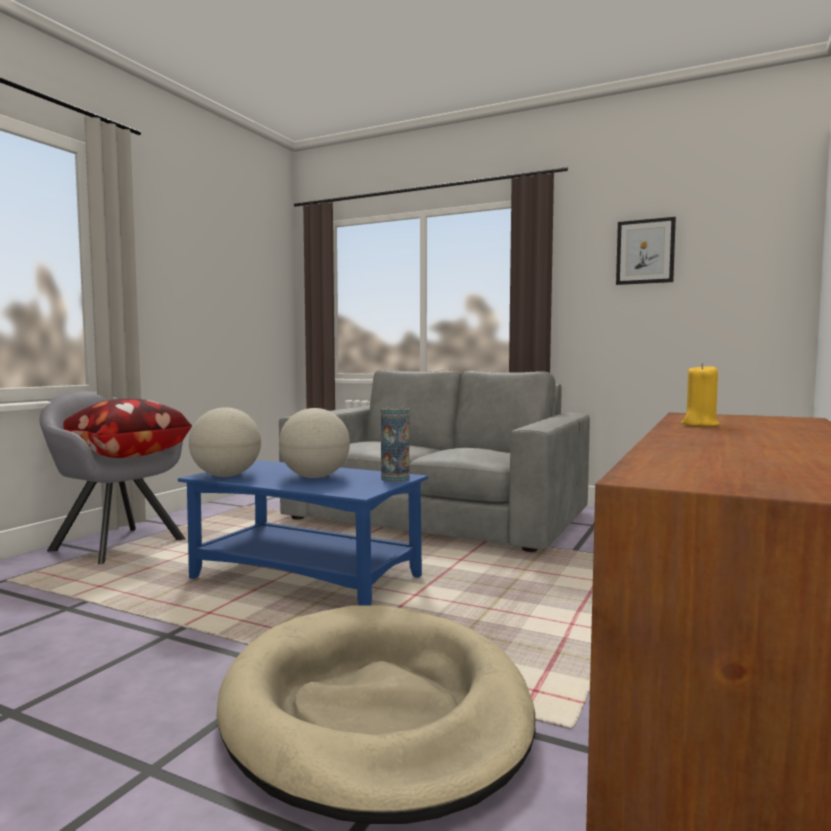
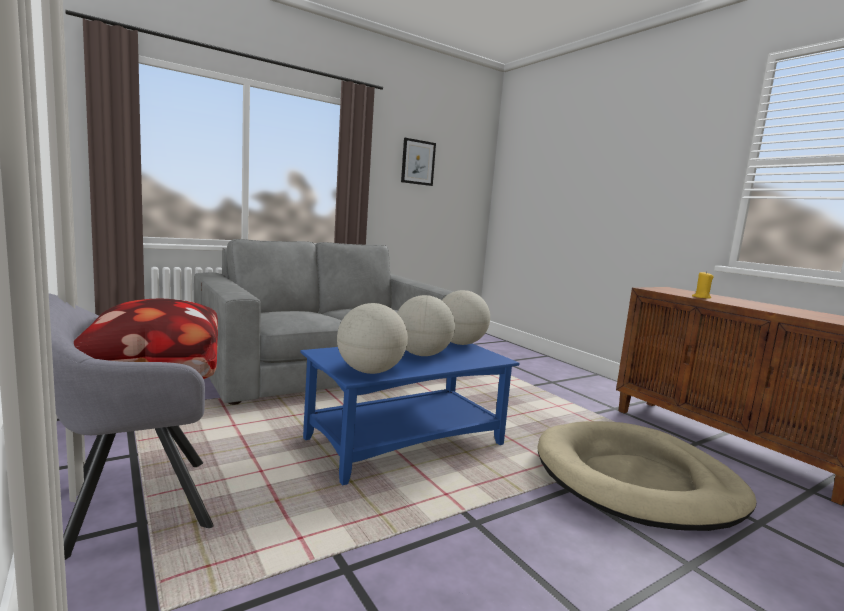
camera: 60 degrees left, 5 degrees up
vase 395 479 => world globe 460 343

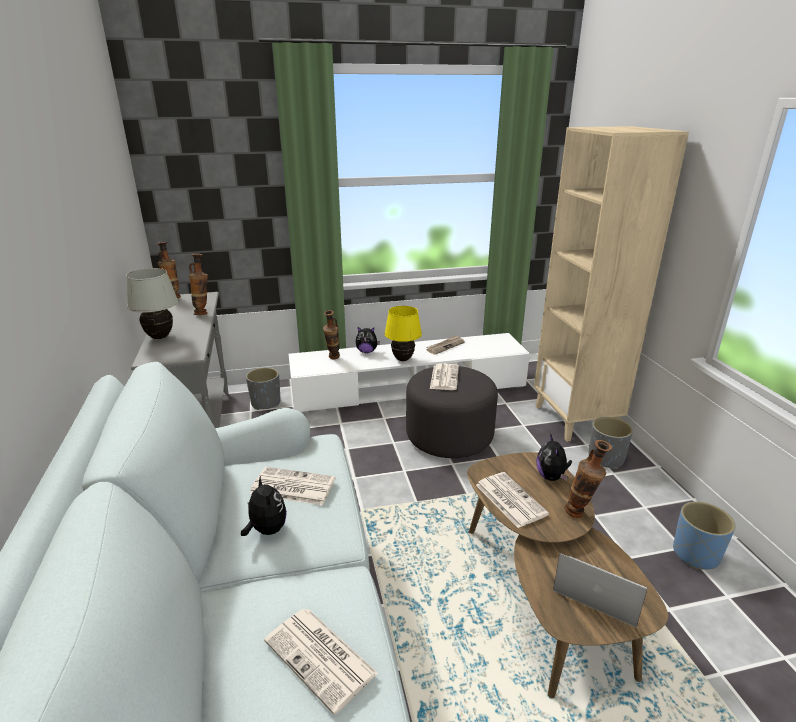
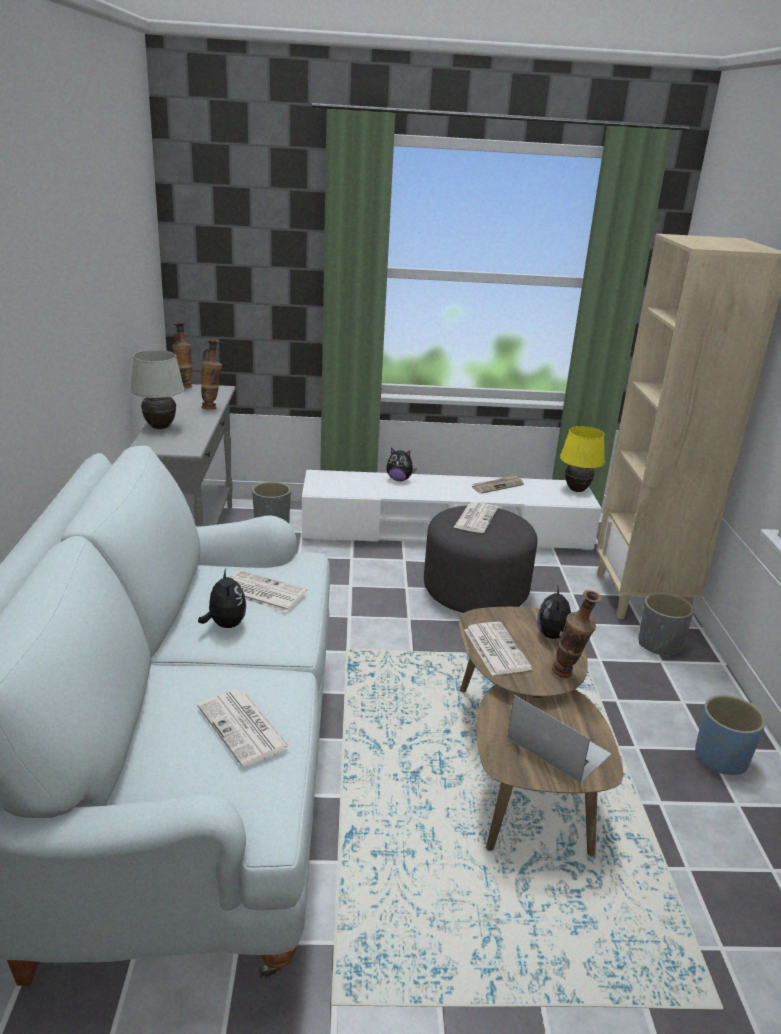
camera: 10 degrees right, 0 degrees up
tabletop lamp in yellowish 403 359 => tabletop lamp in yellowish 577 490, moved
vase 333 358 => nothing

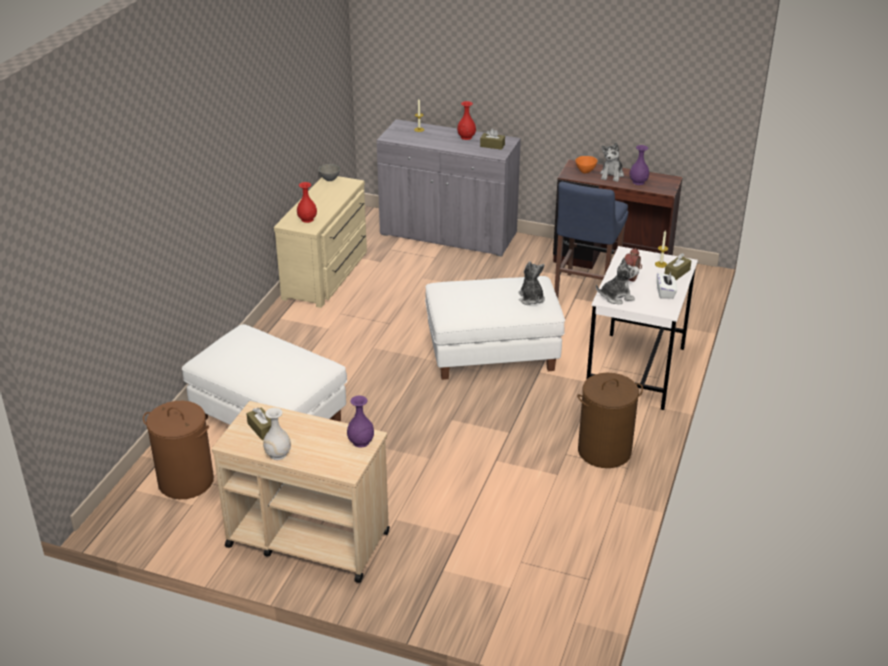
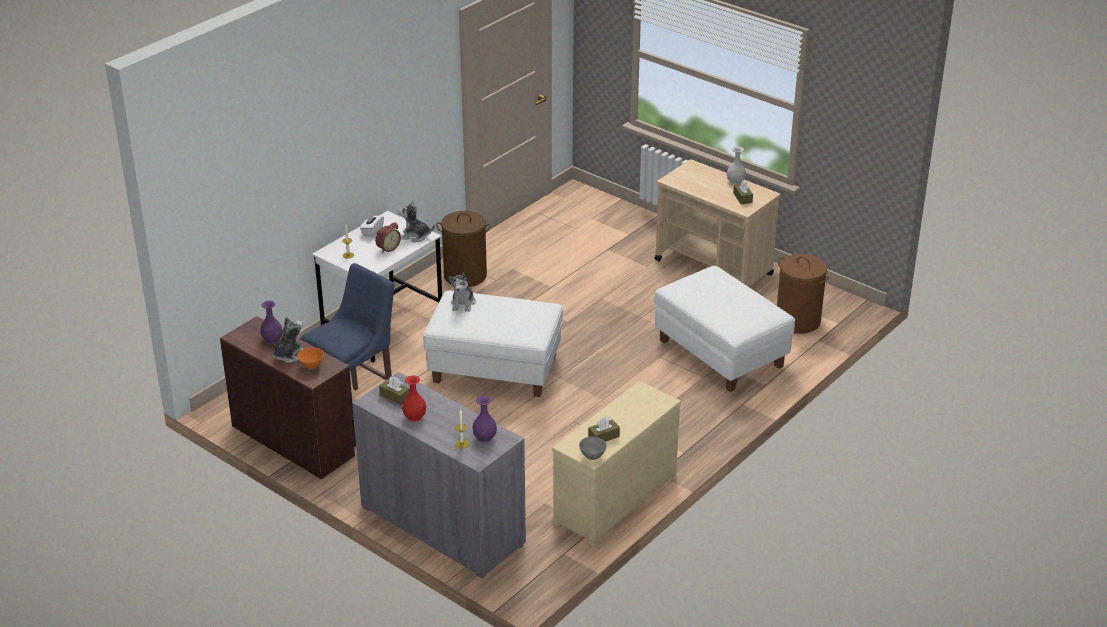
camera: 160 degrees left, 0 degrees up
vase in purple 361 442 => vase in purple 484 437, moved
tissue box in brownish 677 272 => tissue box in brownish 603 437, moved
vase in red-coloured 307 219 => nothing

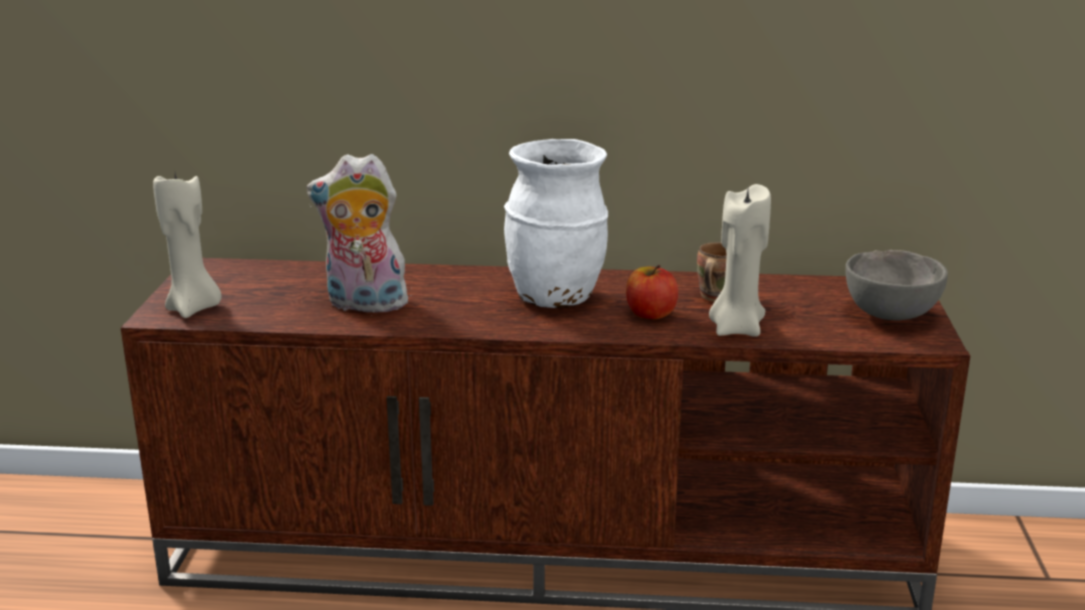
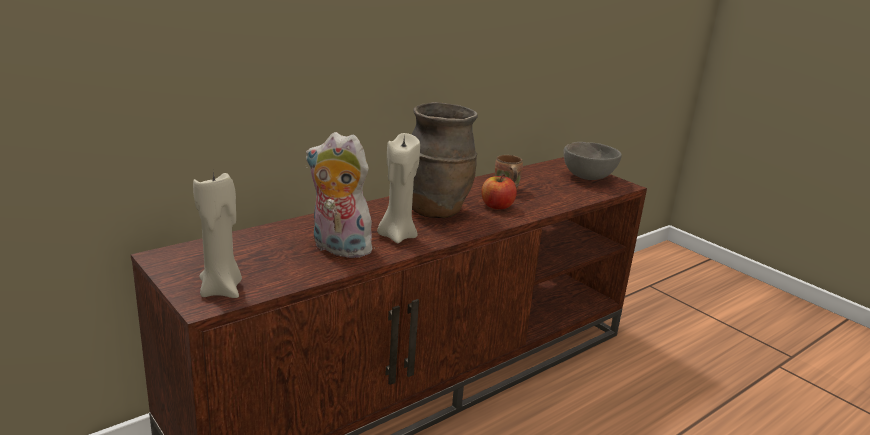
camera: 45 degrees left, 0 degrees up
soft toy 363 305 => soft toy 338 248, 60 degrees clockwise
wax candle in beige 736 329 => wax candle in beige 397 236, moved
vase in whitish 556 298 => vase in brownish 436 211

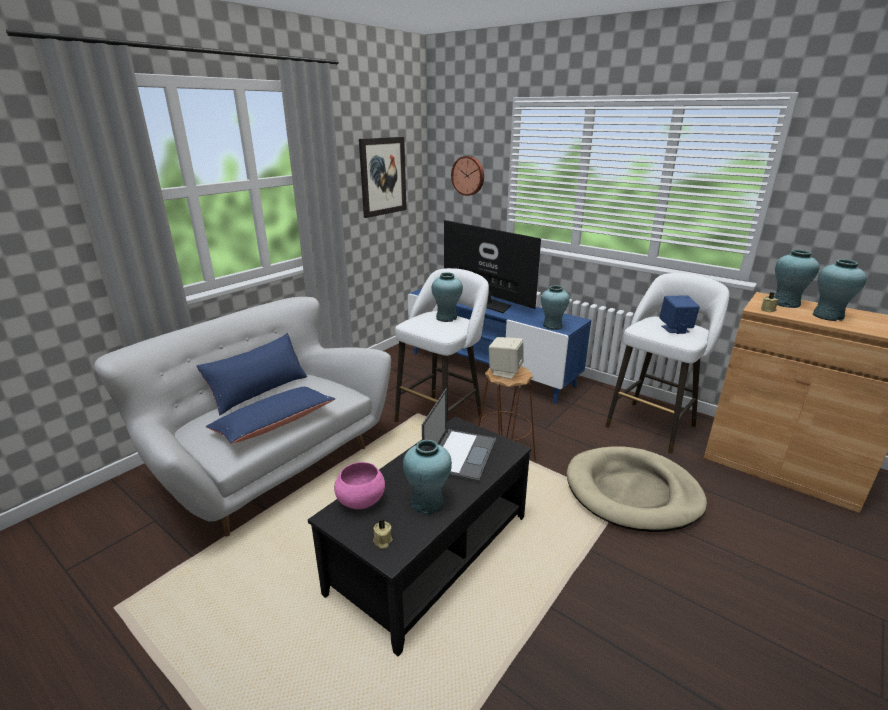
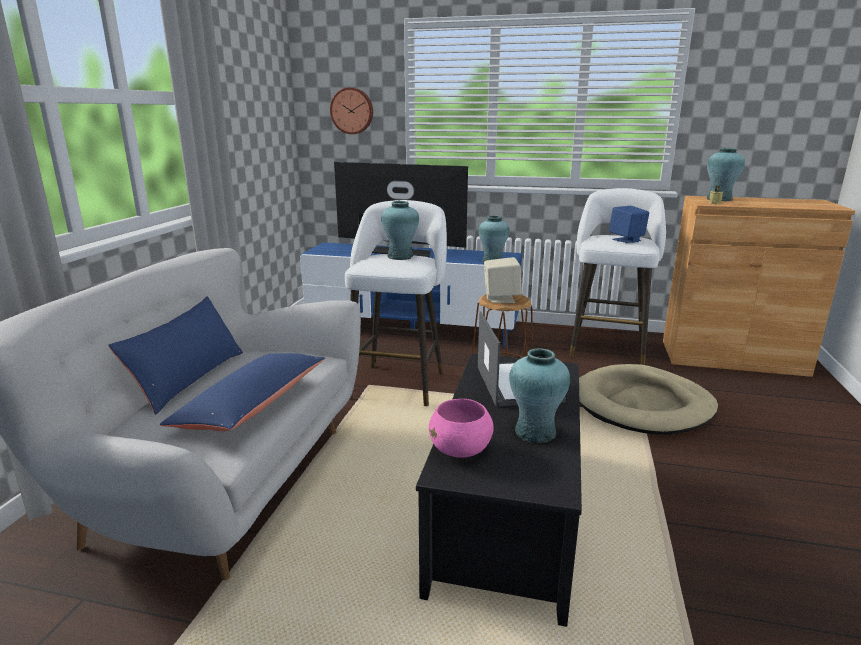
camera: 25 degrees left, 5 degrees down
picture 383 176 => nothing
wax candle in beige 382 541 => nothing
vase in turquoise-coloured 828 316 => nothing

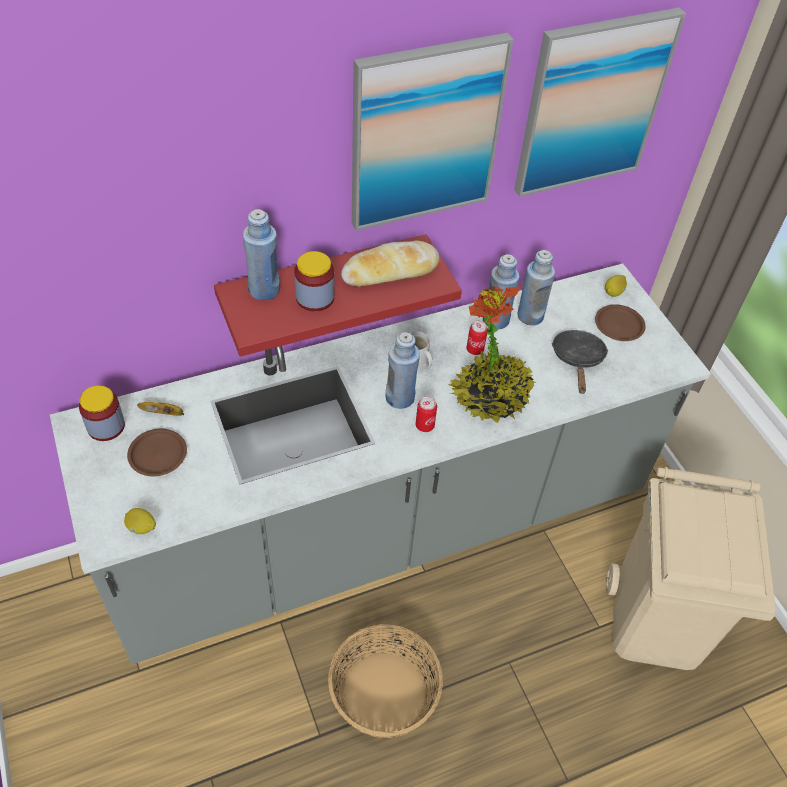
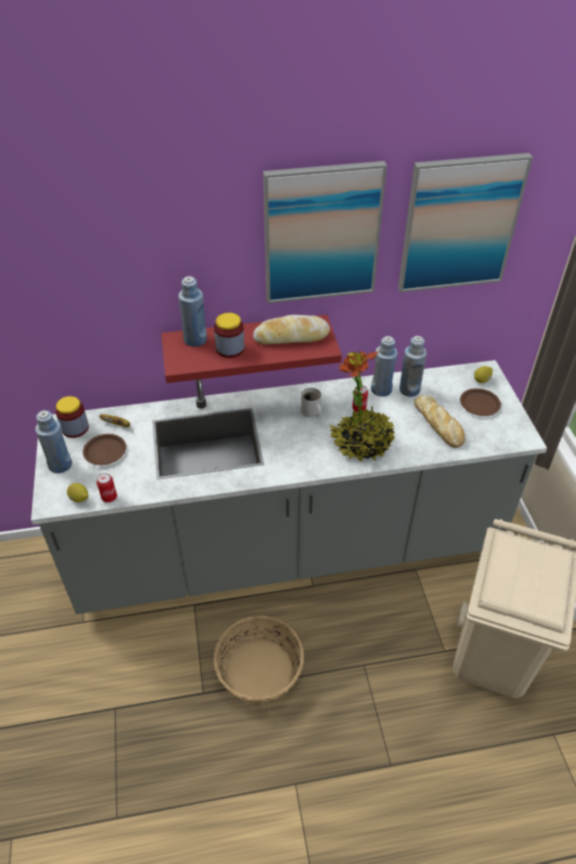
camera: 15 degrees right, 5 degrees down
bottle in bluish 400 398 => bottle in bluish 60 465, moved
can 424 425 => can 109 497, moved
skillet in blackish 577 360 => baked bread 439 425

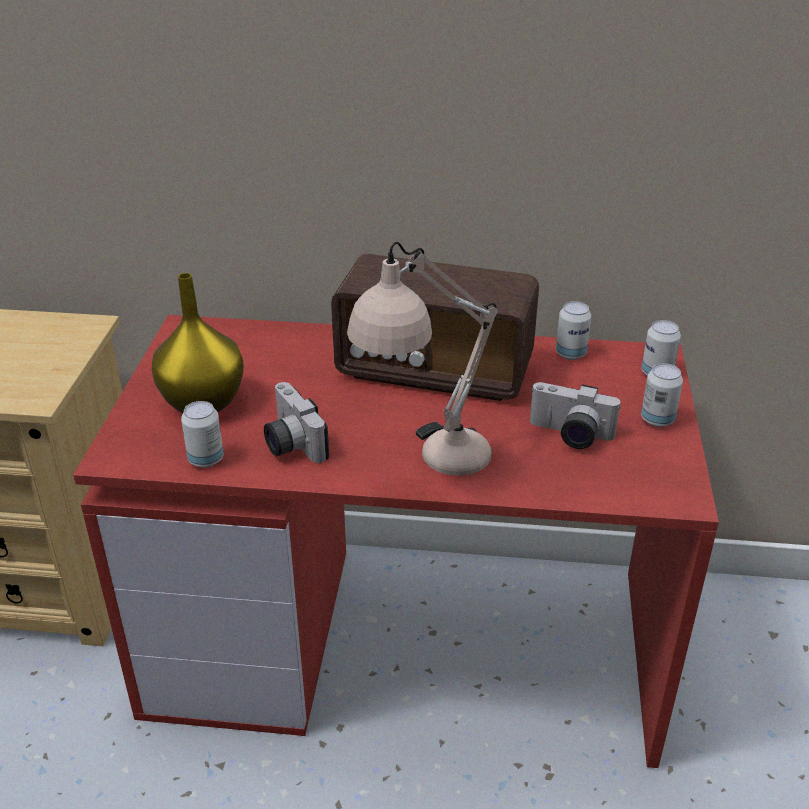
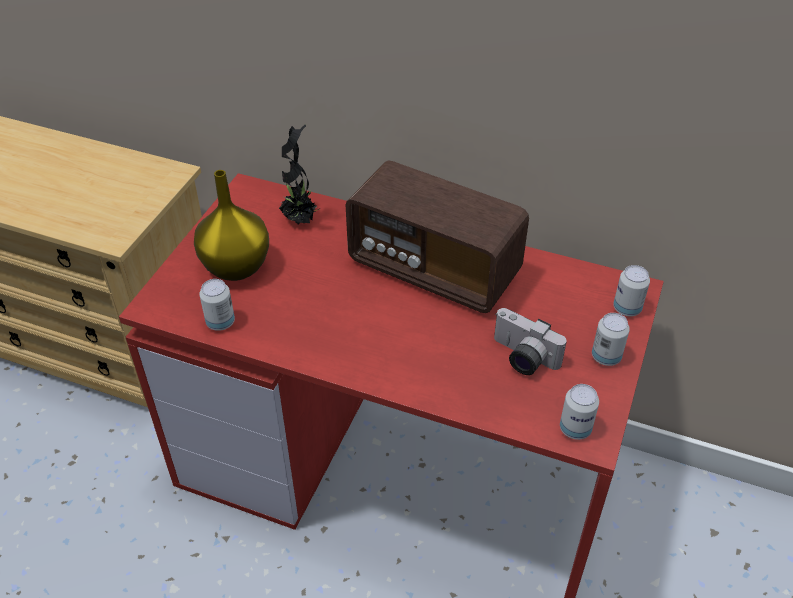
camera: 15 degrees right, 10 degrees up
nothing => plant in a pot 300 220
can 570 354 => can 575 429, moved
still camera 290 443 => nothing
tabletop lamp in beige 425 467 => nothing

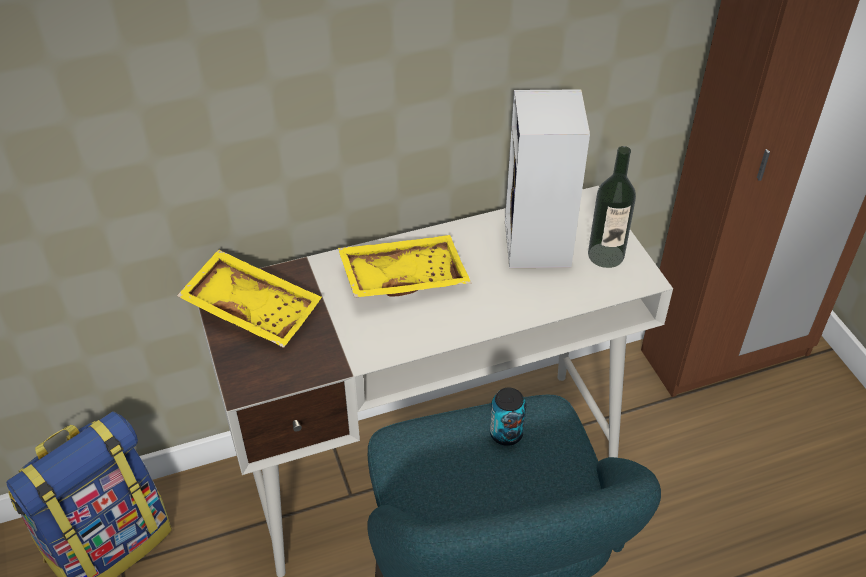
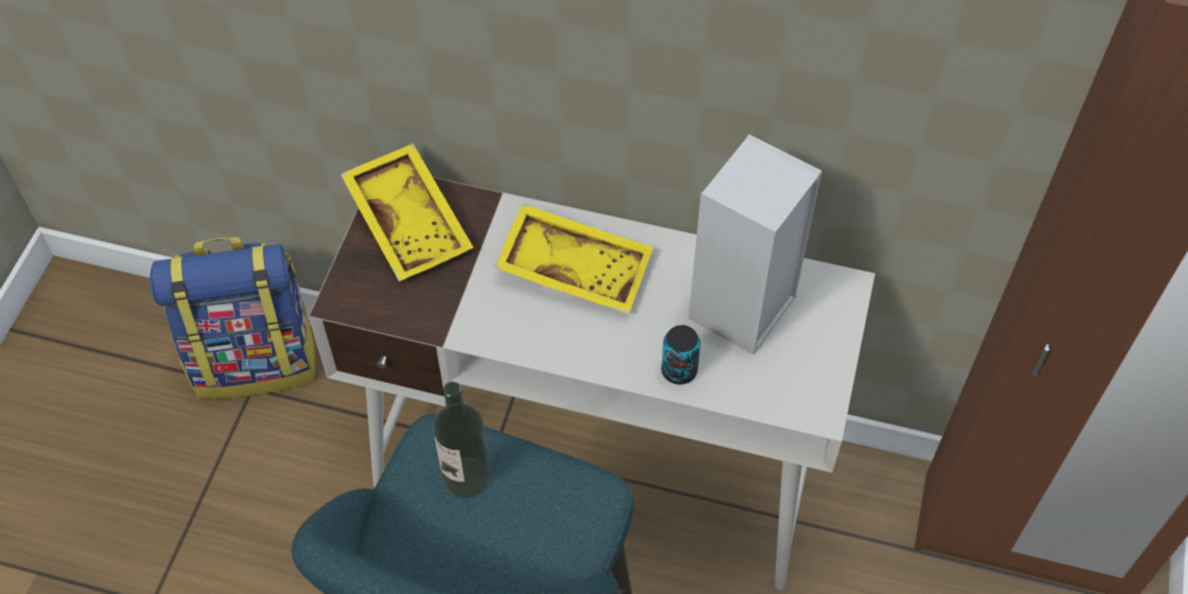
camera: 35 degrees right, 10 degrees up
bottle 606 255 => bottle 466 477, moved
can 506 433 => can 679 370, moved

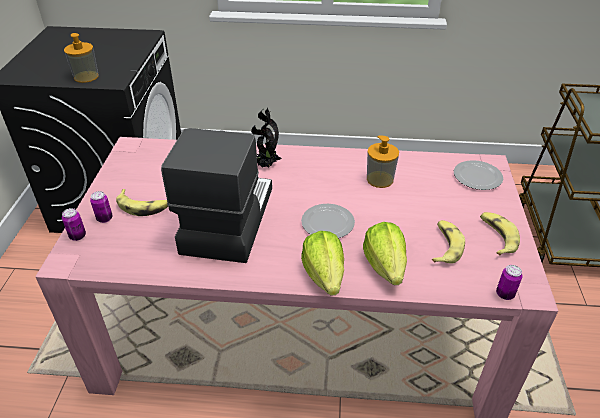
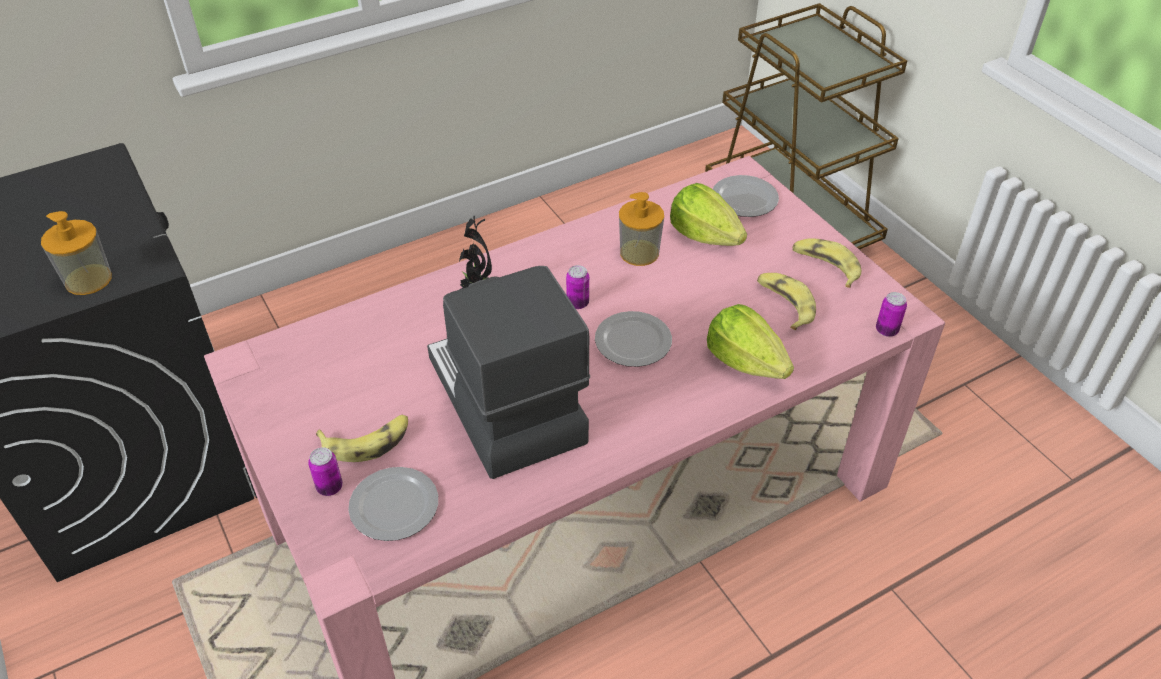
camera: 35 degrees left, 5 degrees up
nothing => plate 393 505
can 77 236 => can 577 303, moved
head of lettuce 324 275 => head of lettuce 704 235, moved

